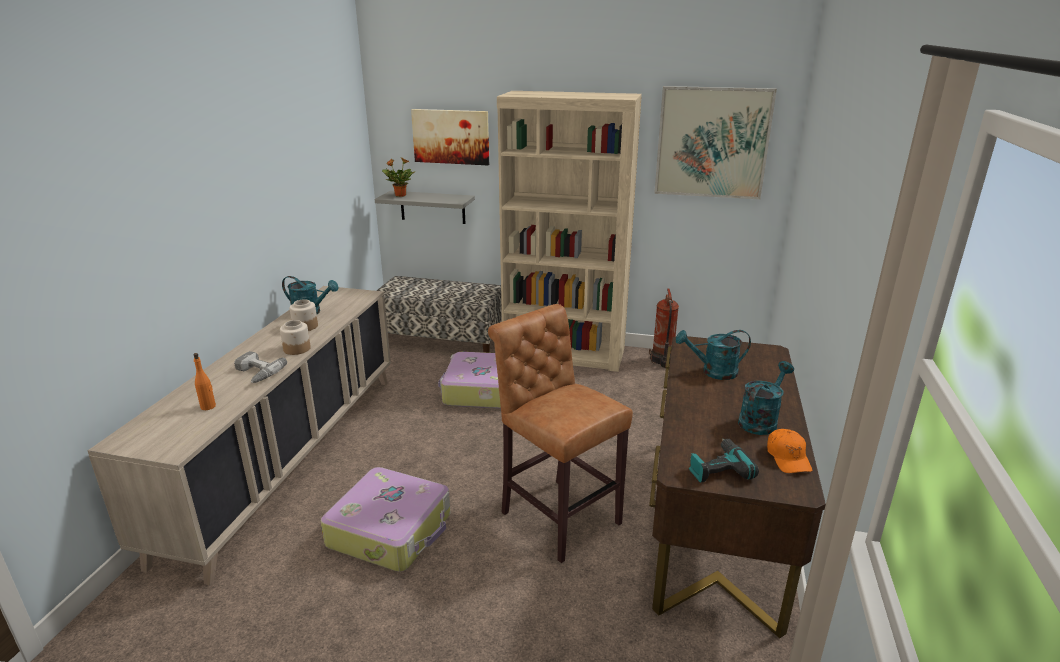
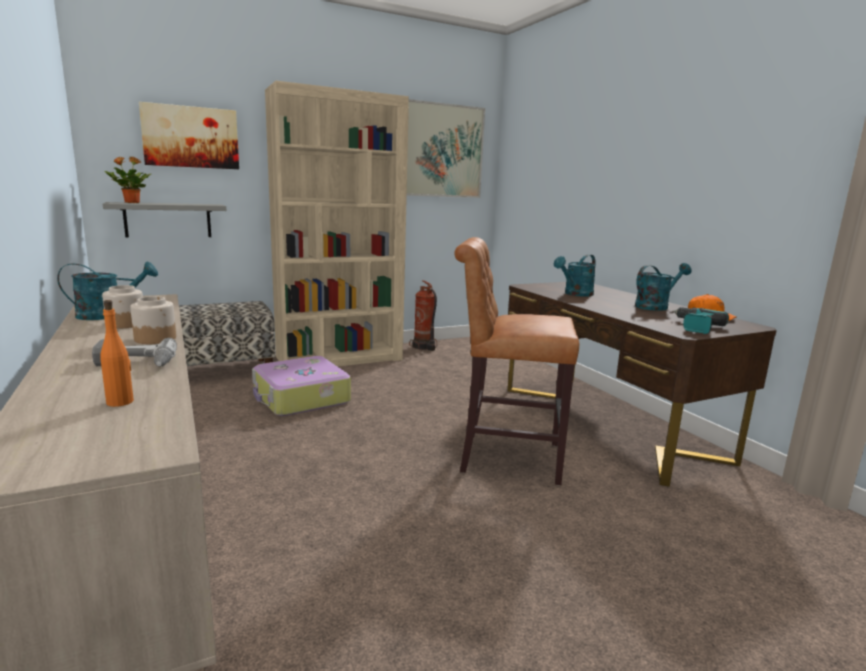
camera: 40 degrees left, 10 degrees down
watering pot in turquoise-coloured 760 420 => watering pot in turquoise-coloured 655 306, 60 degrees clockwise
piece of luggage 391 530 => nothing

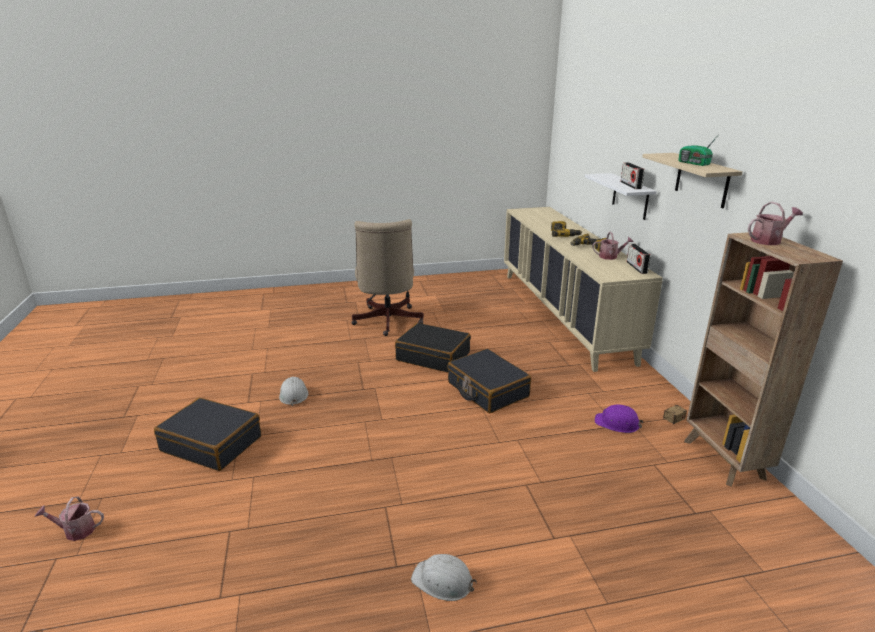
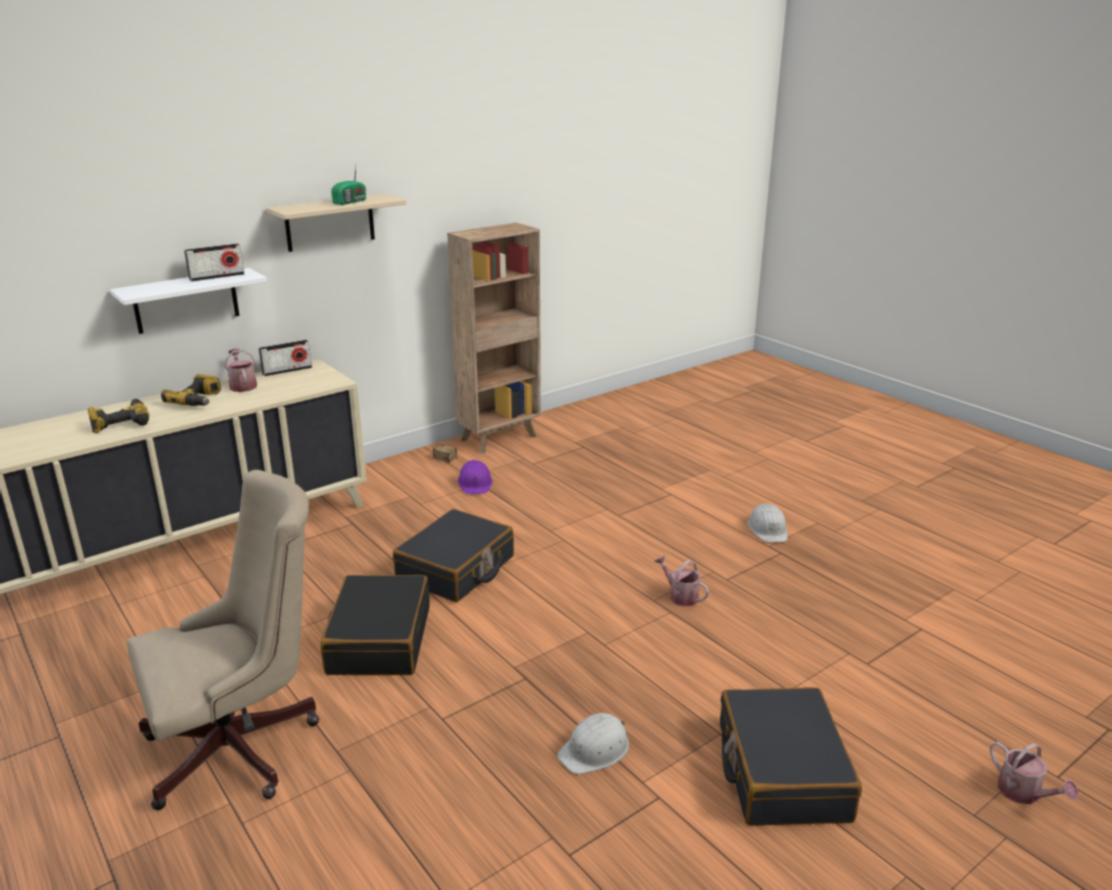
camera: 115 degrees left, 0 degrees up
watering pot 768 240 => watering pot 680 595, moved

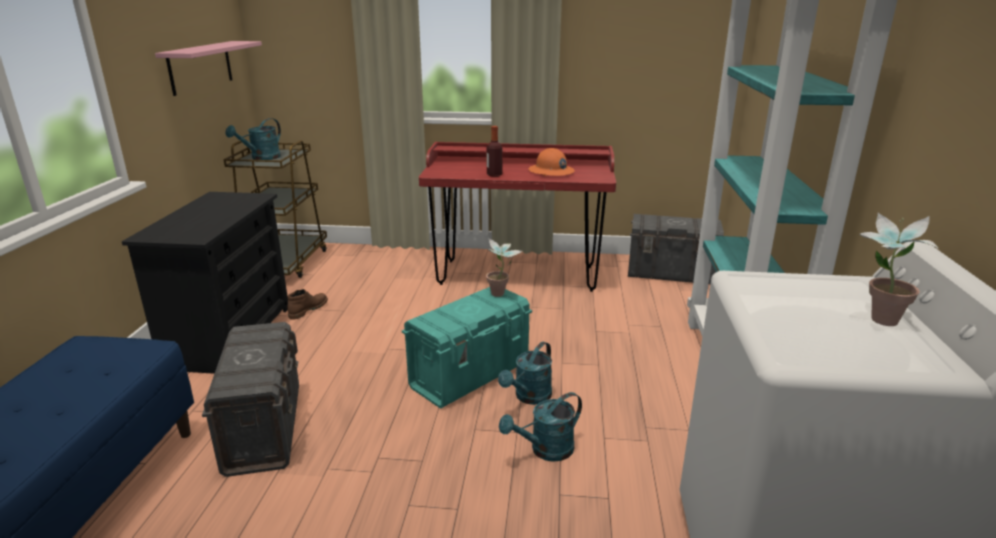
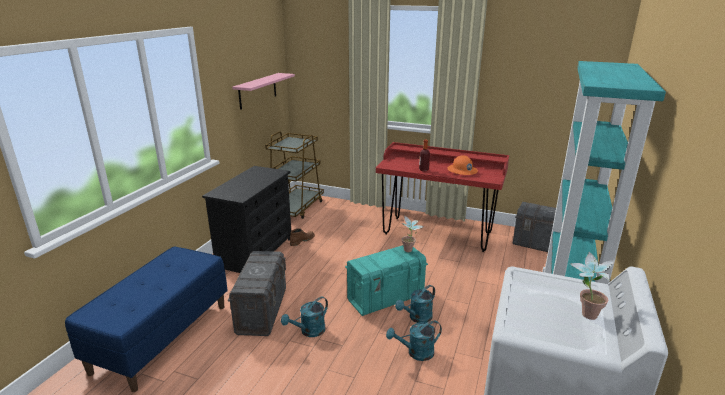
camera: 15 degrees right, 0 degrees up
watering pot in turquoise-coloured 261 158 => watering pot in turquoise-coloured 309 331, moved

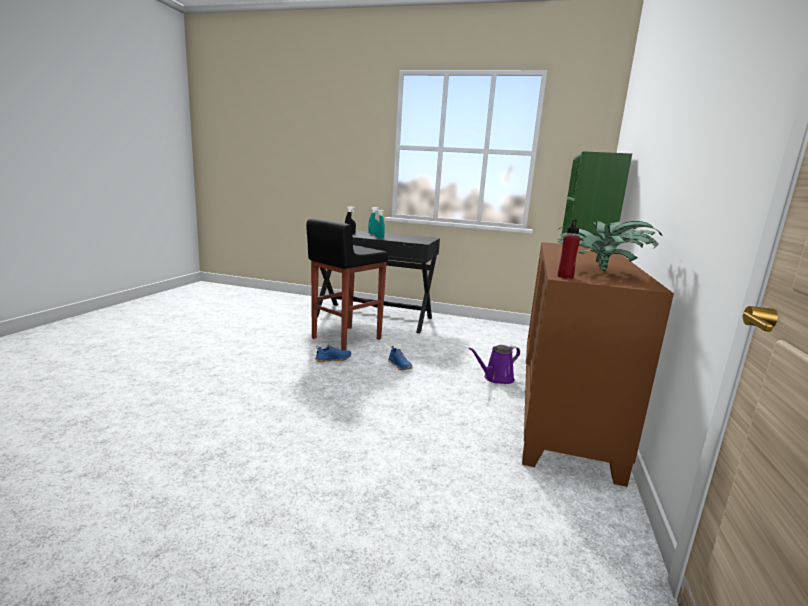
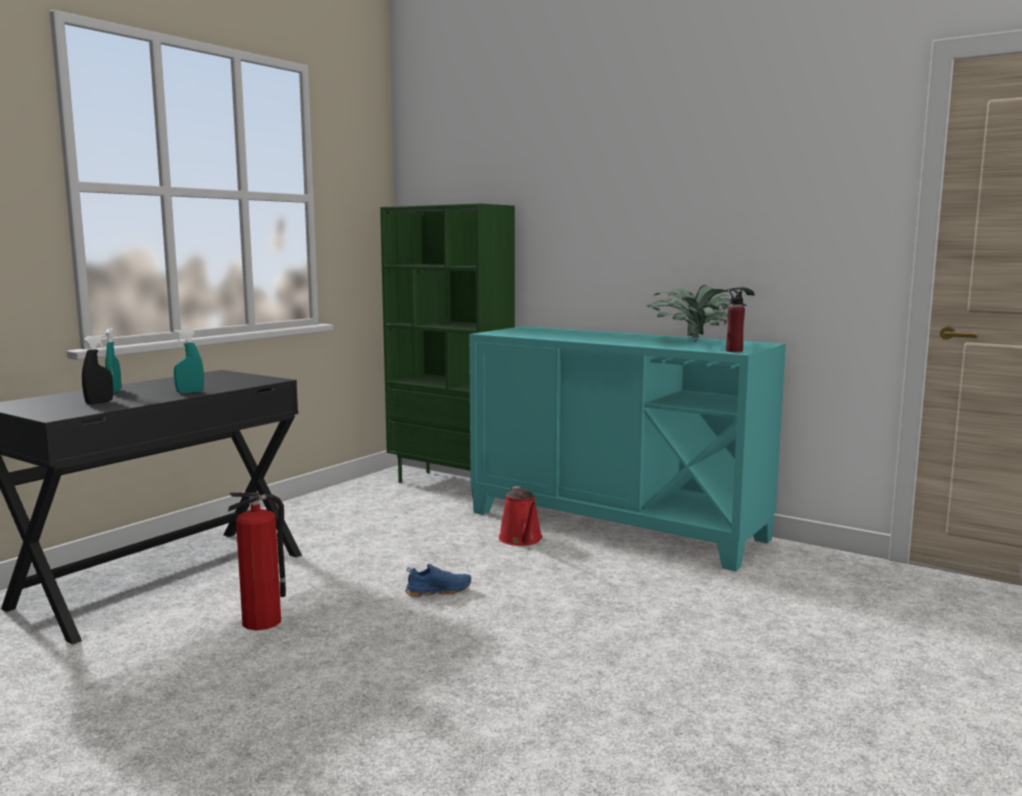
camera: 70 degrees left, 5 degrees down
stool in blackish 345 338 => extinguisher 263 621
cabinet in brownish 564 408 => cabinet in turquoise-coloured 616 525
watering pot in purple 496 378 => watering pot in red-coloured 521 540
low shoe in bluish 333 359 => nothing

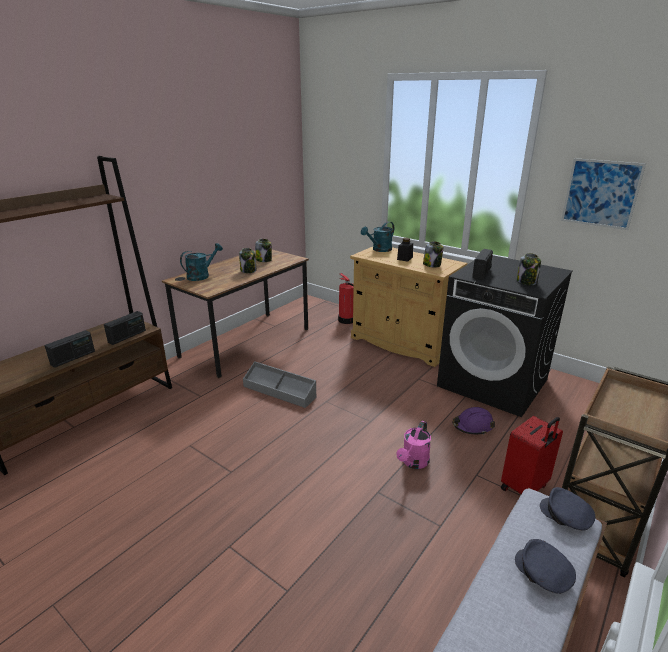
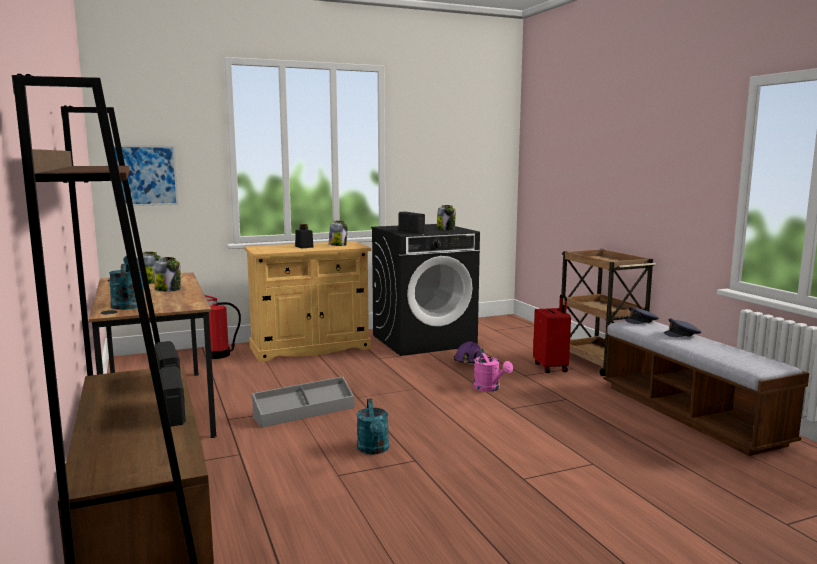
camera: 60 degrees left, 15 degrees down
picture 601 193 => picture 144 175, moved
watering pot in turquoise-coloured 379 250 => watering pot in turquoise-coloured 374 450, moved

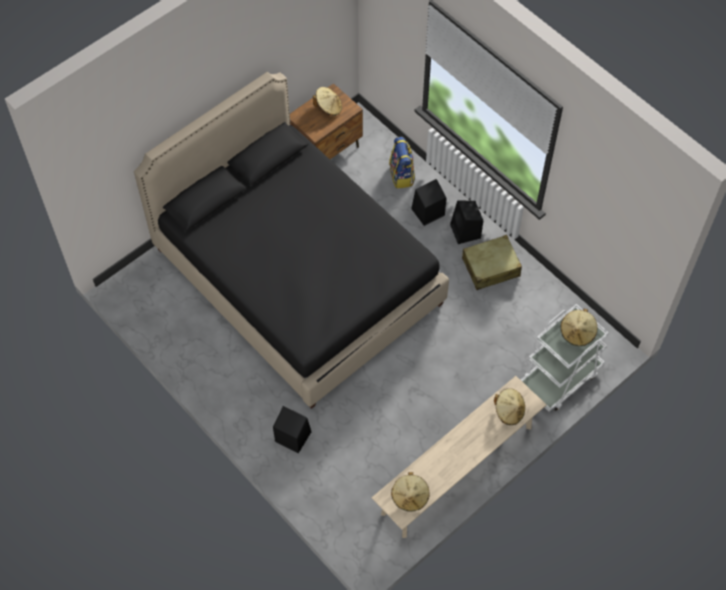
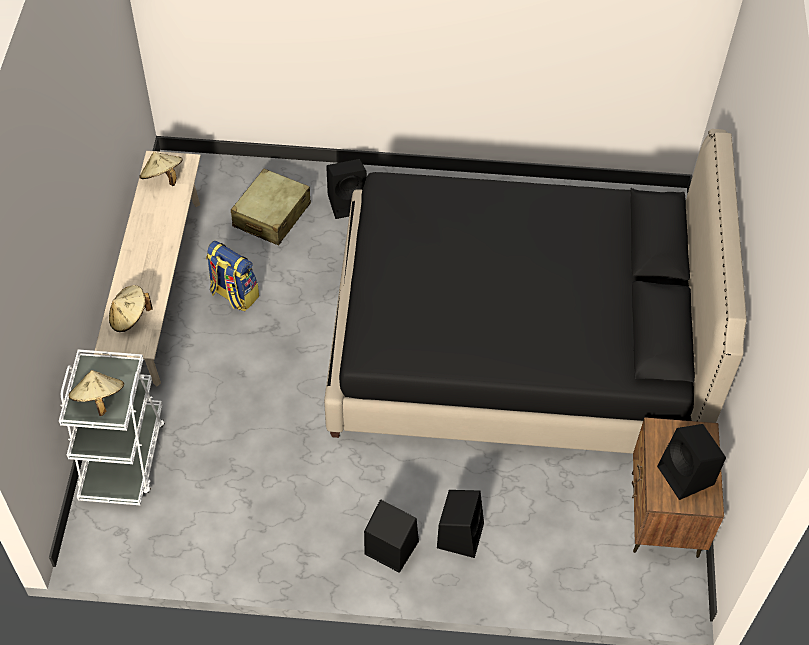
camera: 135 degrees right, 5 degrees down
rucksack 402 175 => rucksack 233 294, moved
piece of luggage in beige 491 267 => piece of luggage in beige 271 215, moved
clothing hat in beige 328 107 => audio speaker in blackish 686 476

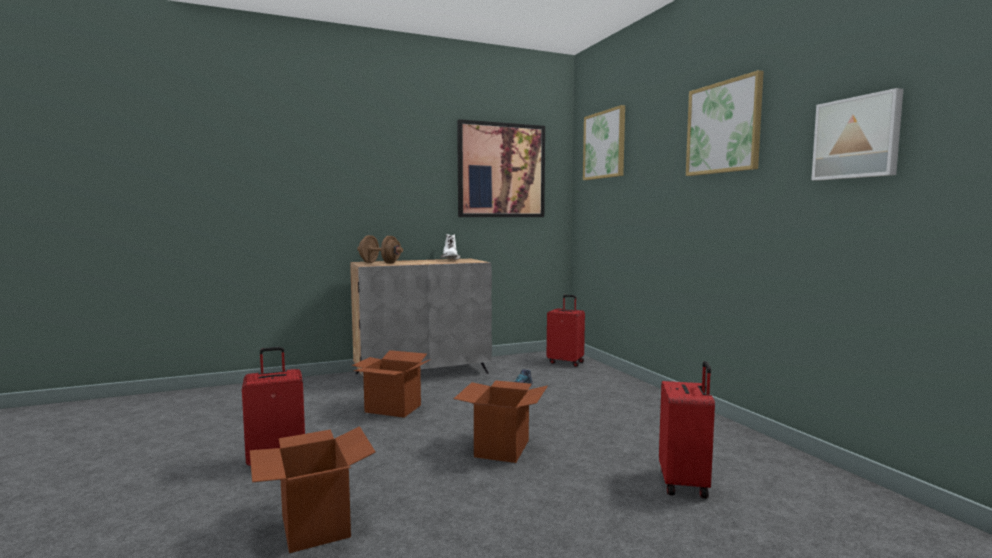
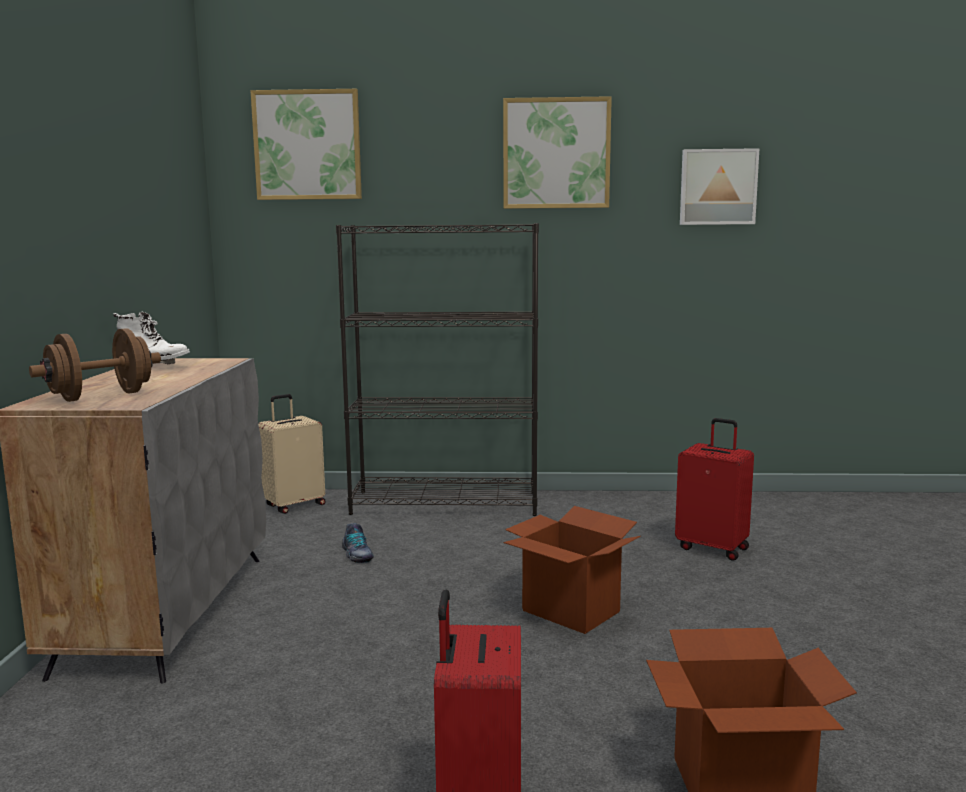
camera: 65 degrees left, 5 degrees up
piece of luggage in red-coloured 566 362 => piece of luggage in beige 294 505
nothing => bookcase in blackish 446 503
packing box 392 409 => nothing
picture 501 170 => nothing

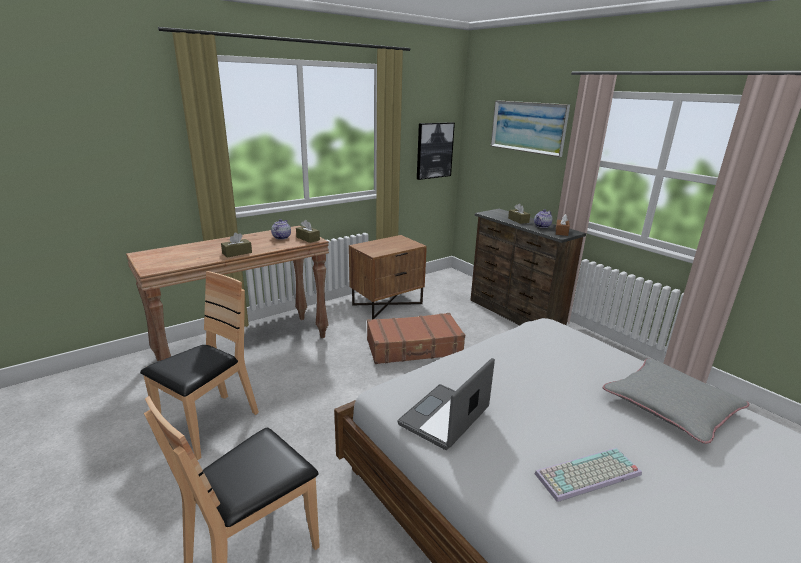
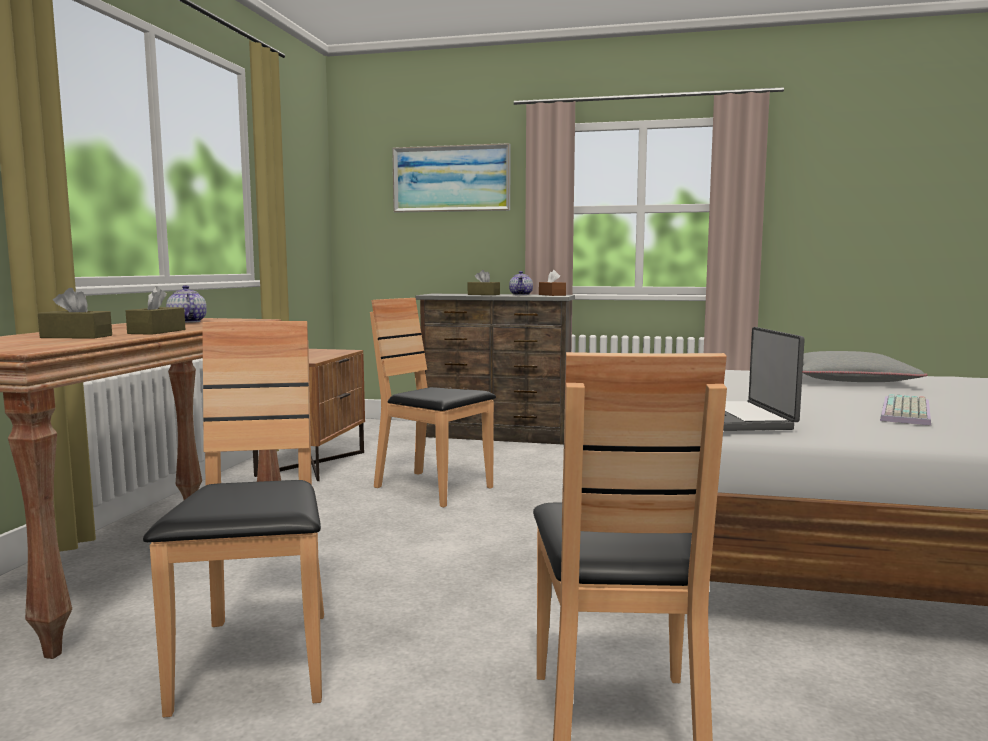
camera: 40 degrees left, 15 degrees down
tissue box in brownish 308 238 => tissue box in brownish 76 336, moved
piece of luggage in brownish 414 348 => upright chair in brownish 433 488
picture 434 150 => nothing

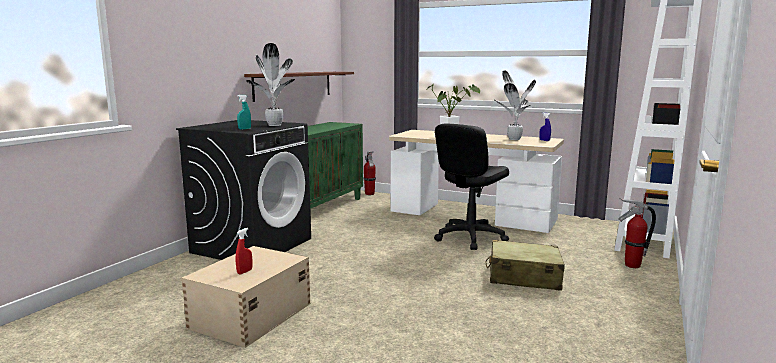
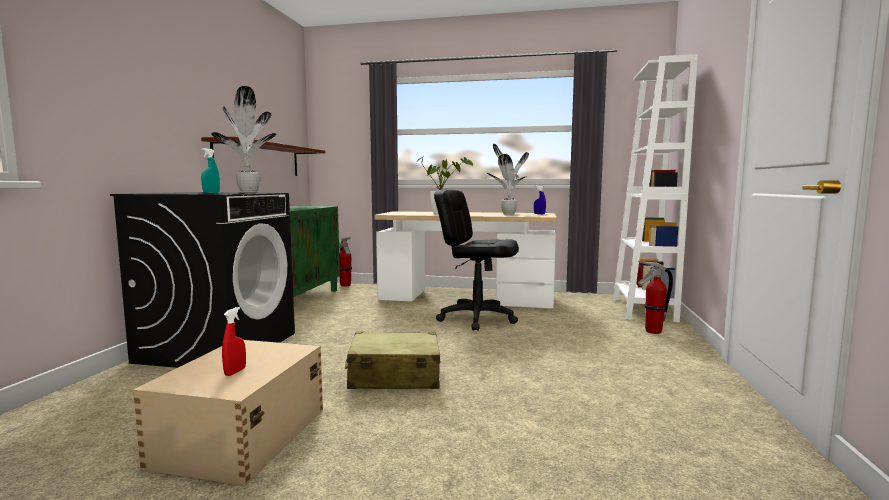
camera: 15 degrees left, 5 degrees down
piece of luggage in beige 523 277 => piece of luggage in beige 394 376, moved
desk chair in blackish 470 237 => desk chair in blackish 477 318, 90 degrees clockwise

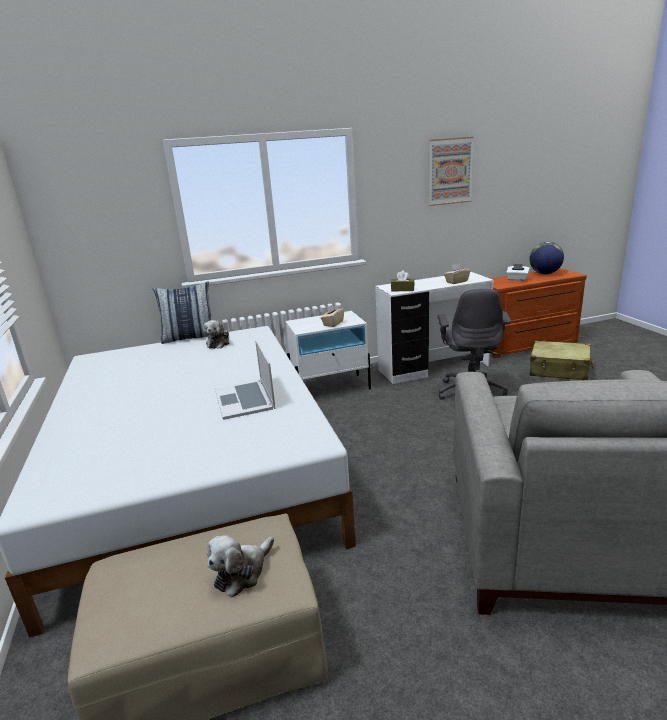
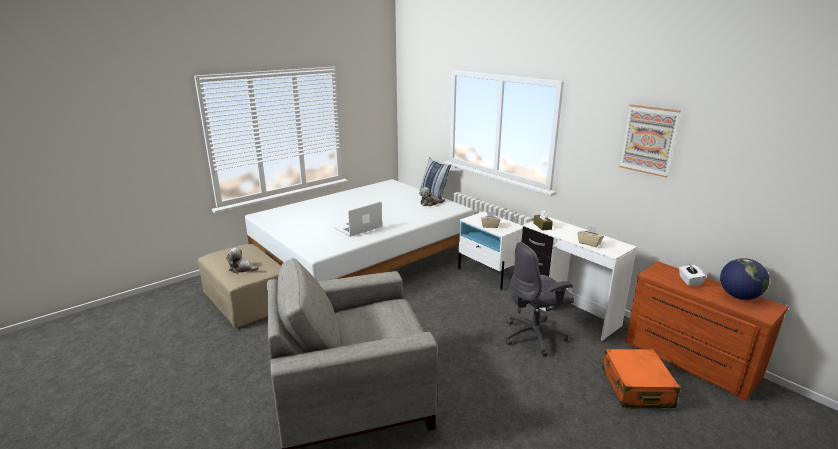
camera: 65 degrees right, 0 degrees up
piece of luggage in beige 559 370 => piece of luggage in orange 636 387

